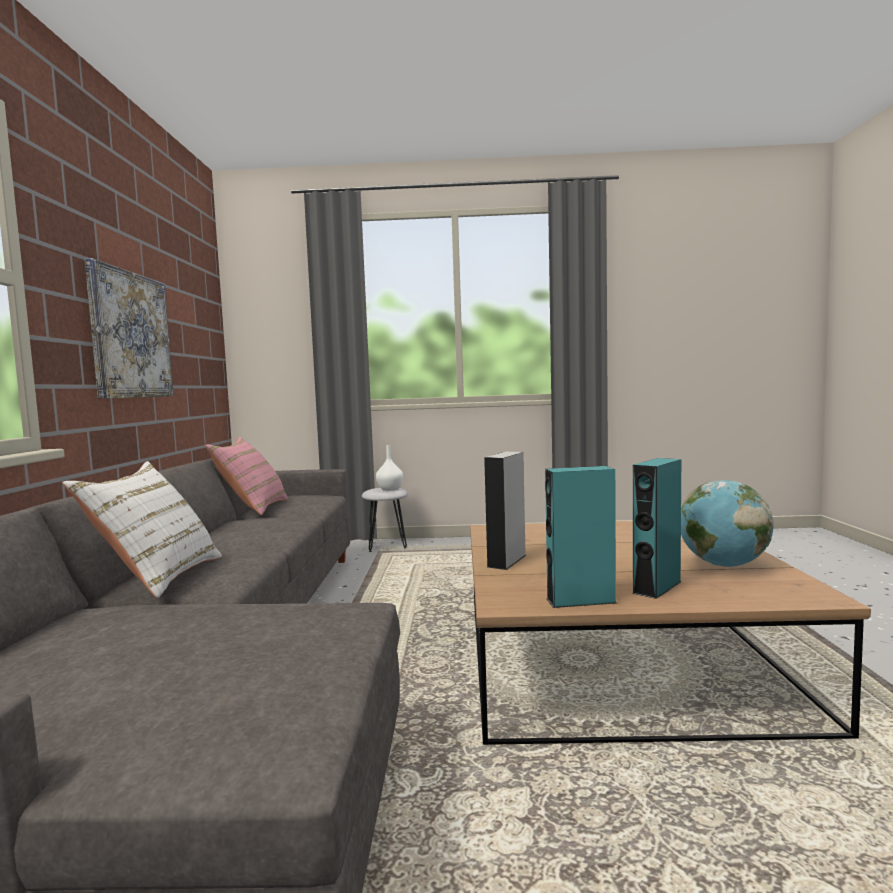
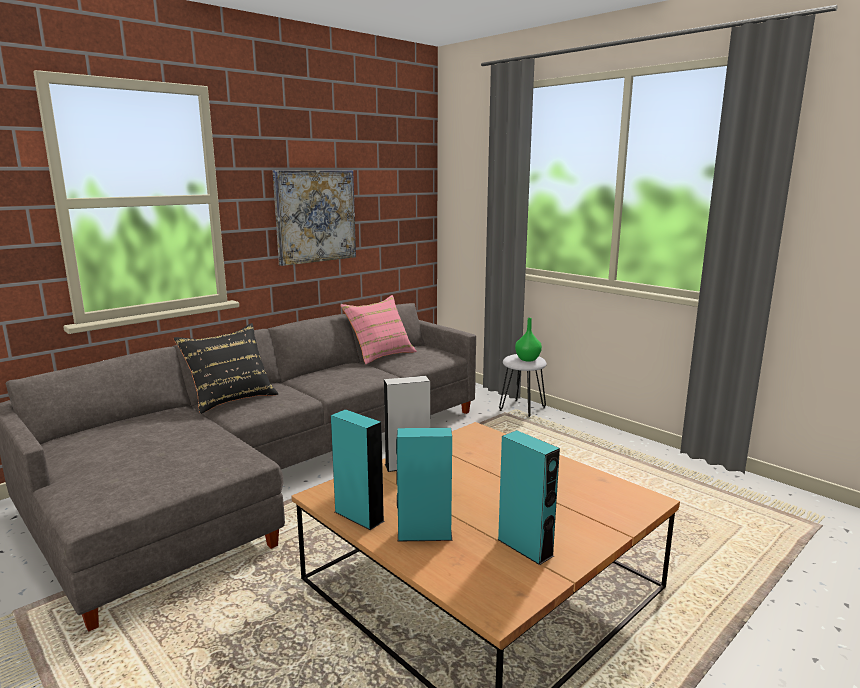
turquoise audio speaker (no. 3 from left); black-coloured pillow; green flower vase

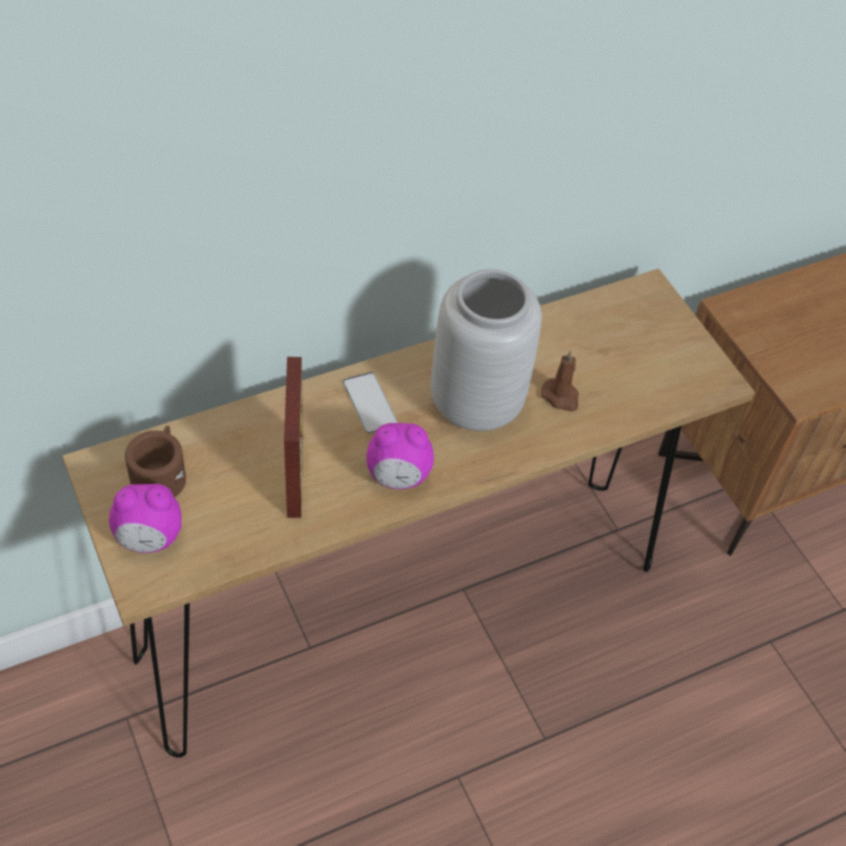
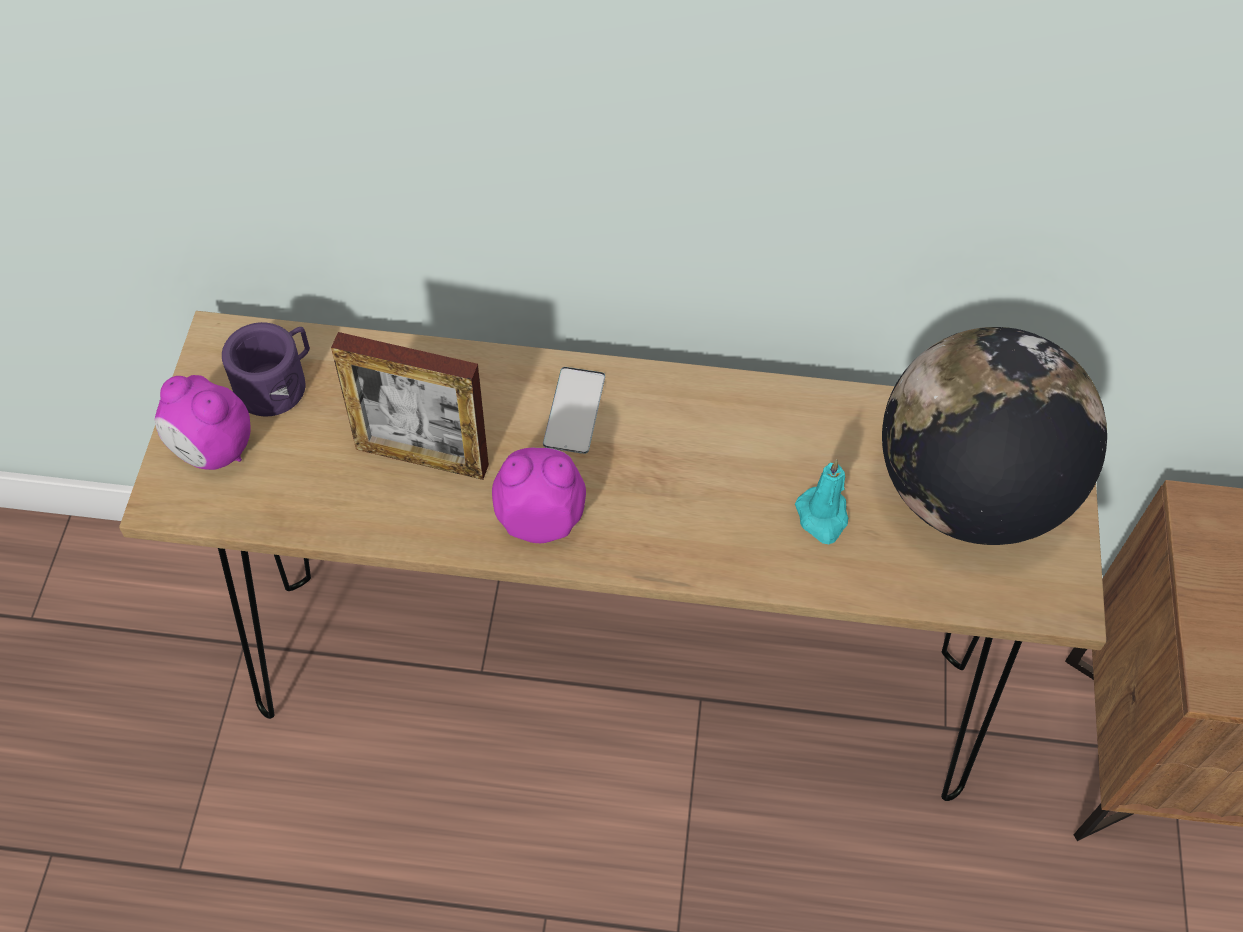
gray flower vase; world globe; purple tea mug; turquoise wax light; standing frame; bedside clock (no. 2 from left)

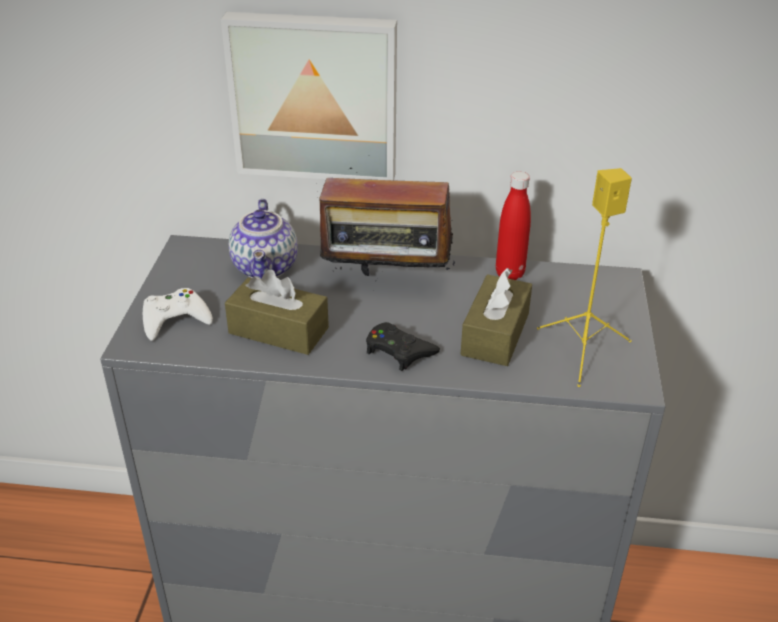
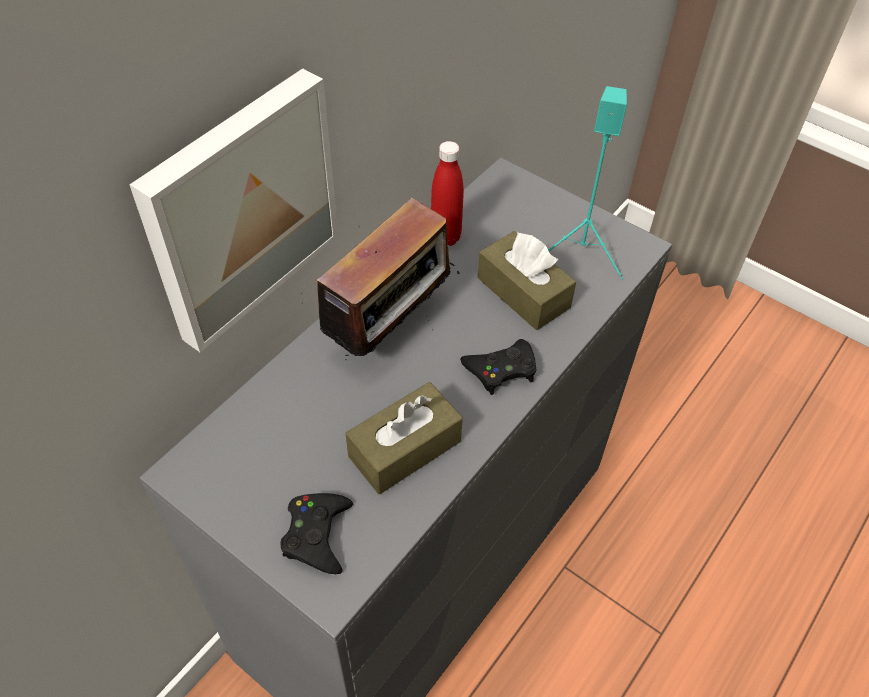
pot for tea; black-coloured joypad (no. 1 from left); turquoise audio speaker

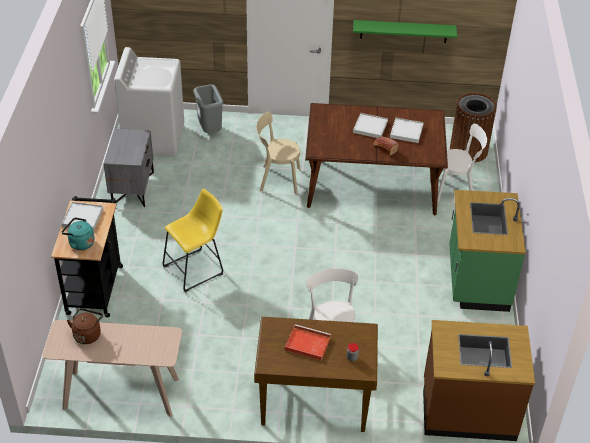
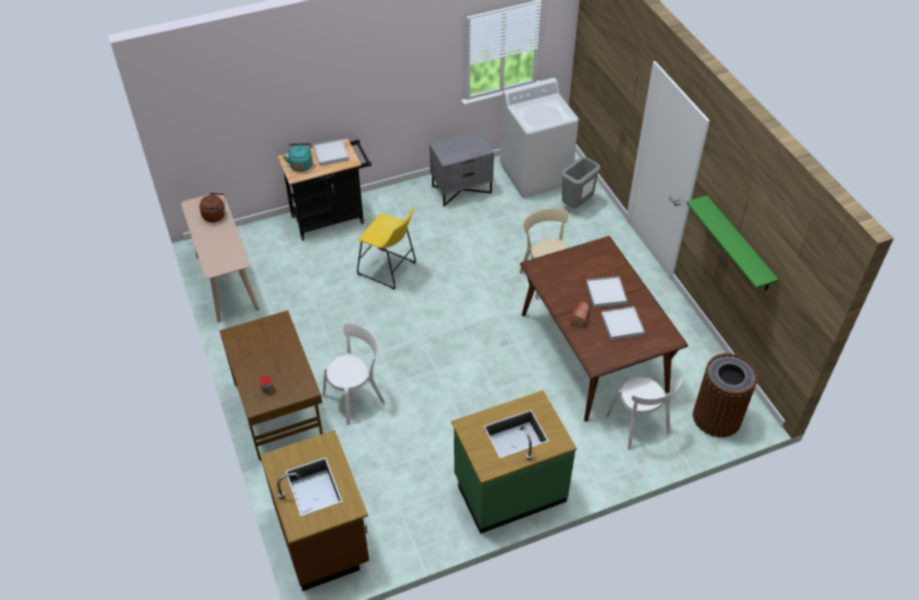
reddish tray

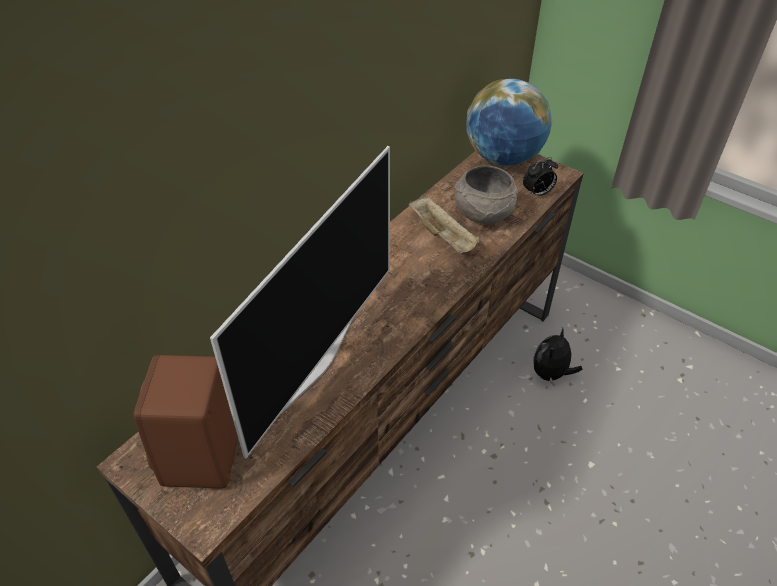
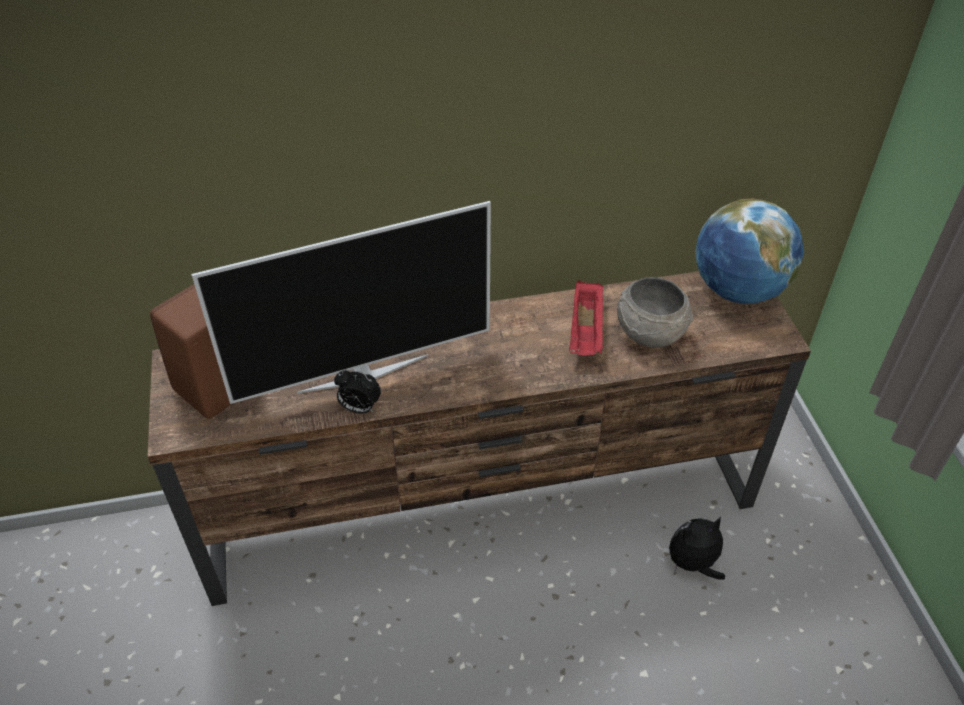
bedside clock; reddish tray

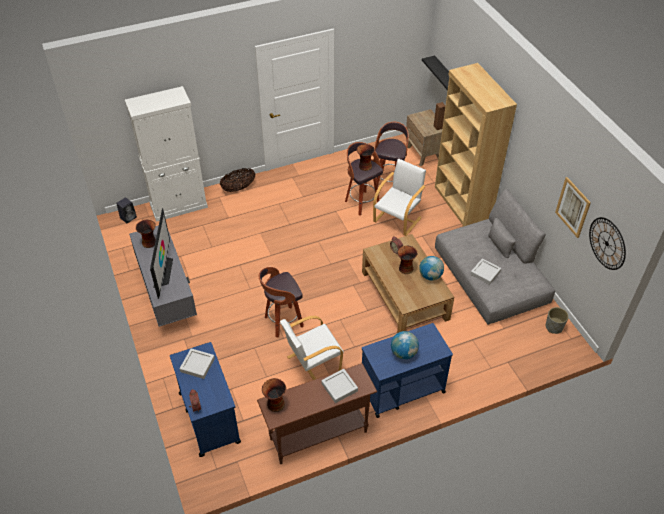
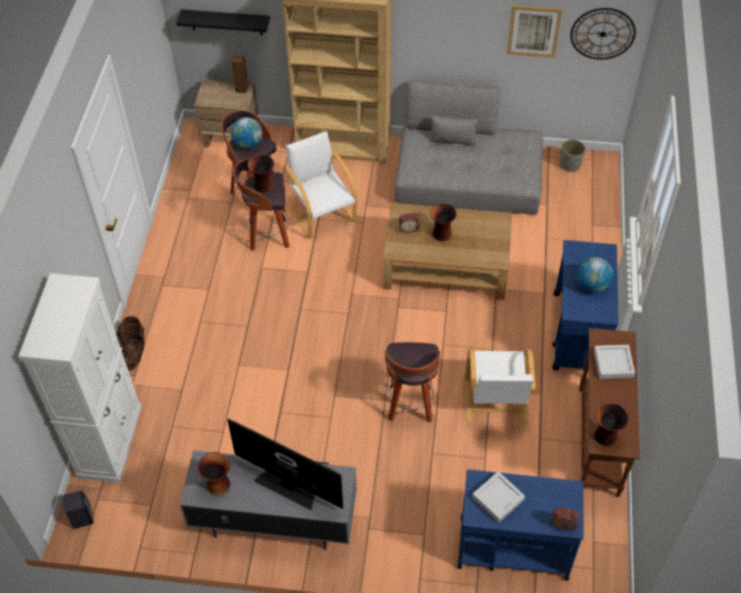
gray tray (no. 3 from left in the first image); world globe (no. 1 from left)

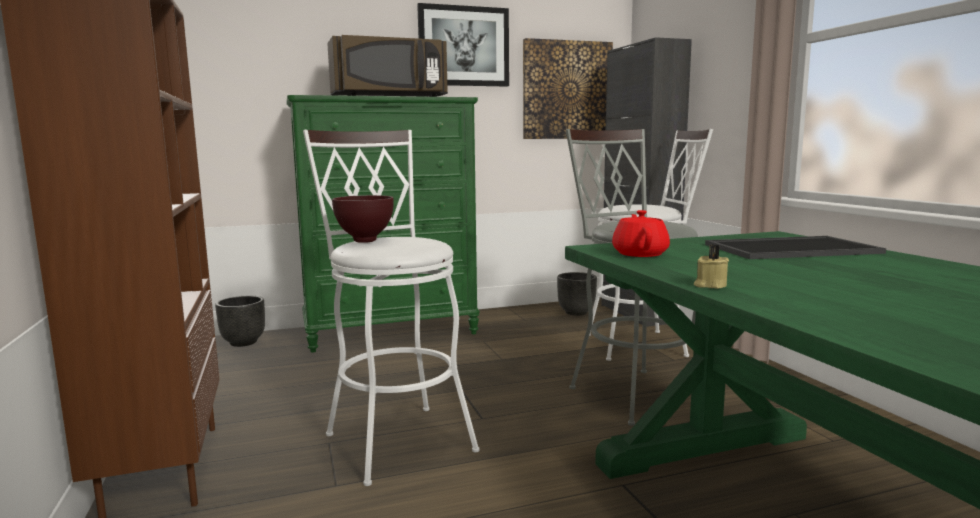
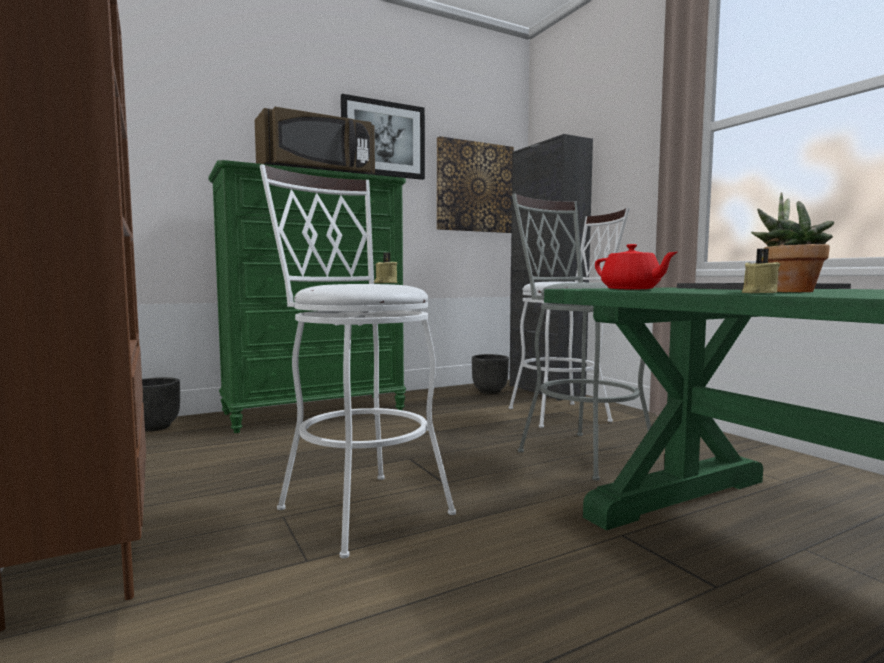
brown deep dish; beige wax light (no. 1 from left); plant in a pot; reddish pot for tea

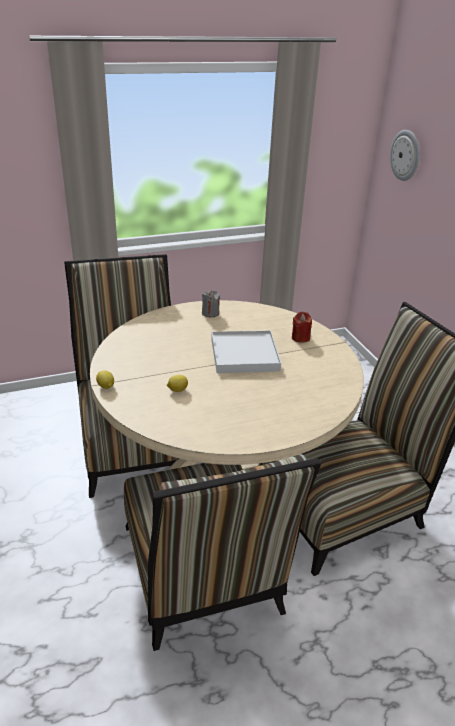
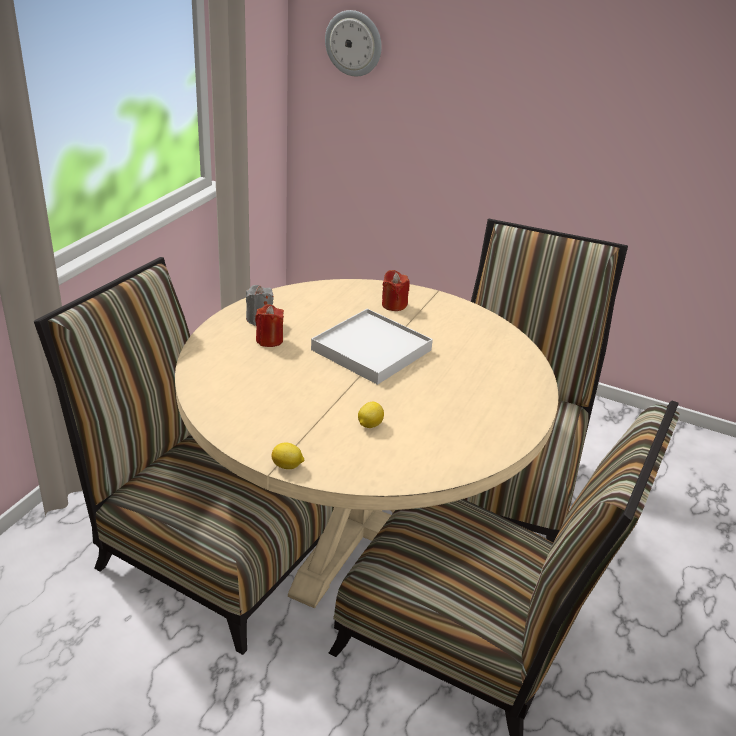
reddish wax light (no. 1 from left)

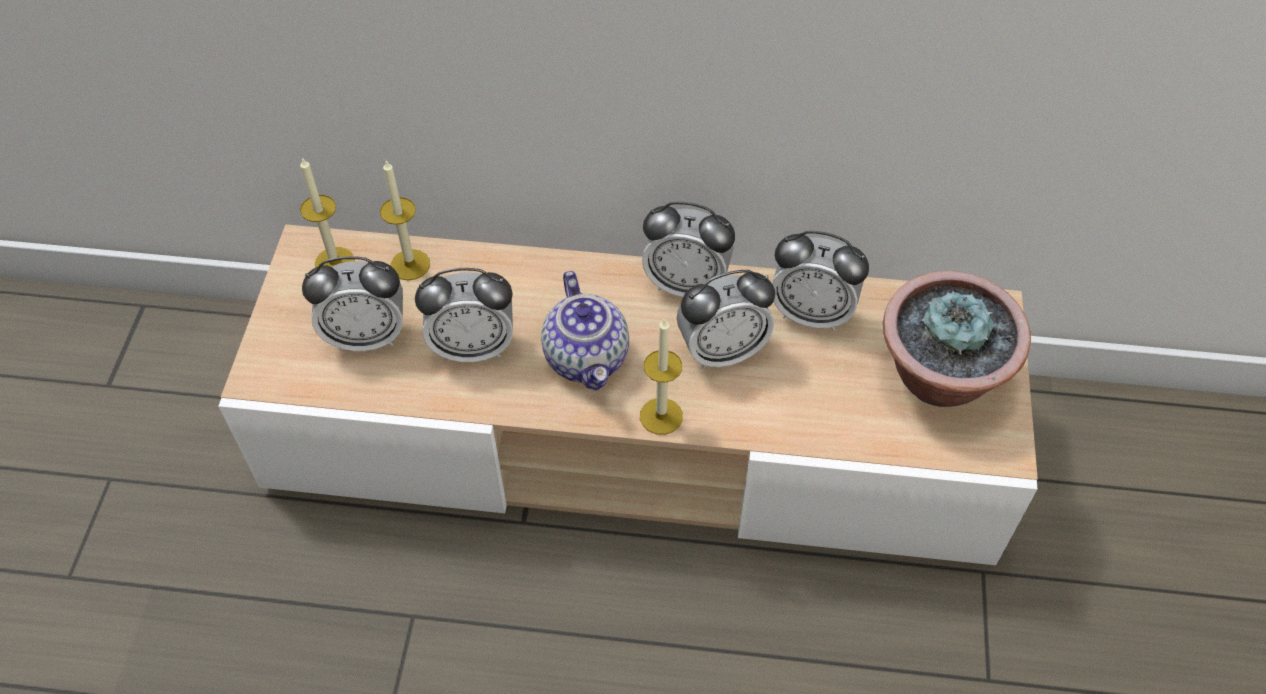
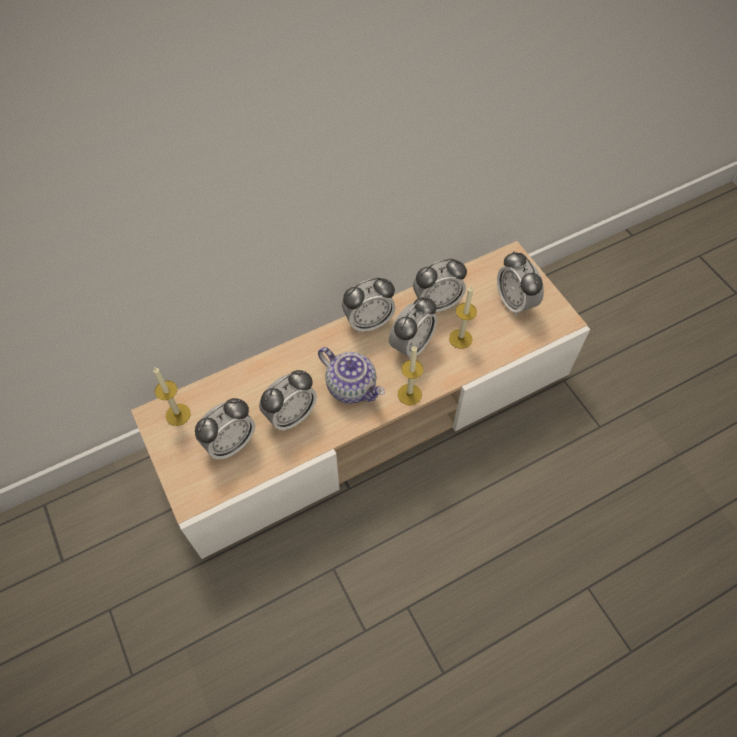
wax light (no. 3 from left); bedside clock (no. 6 from left)

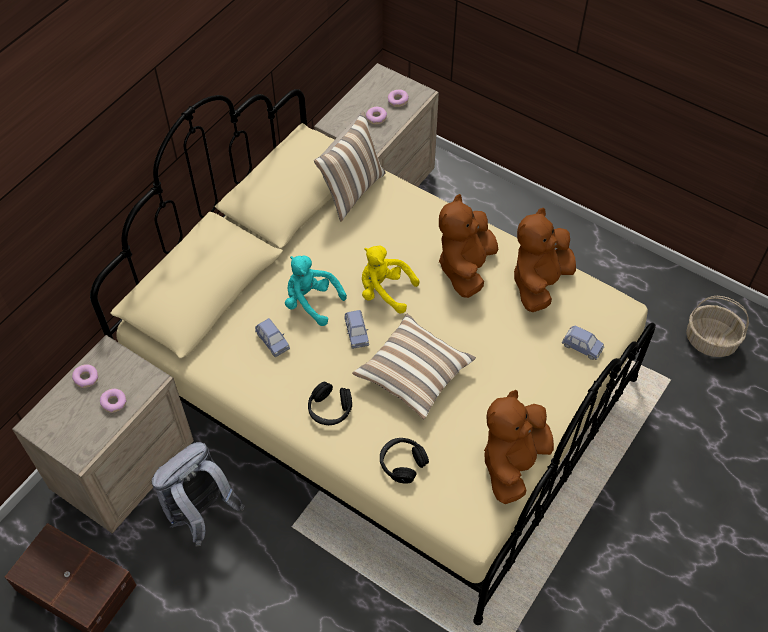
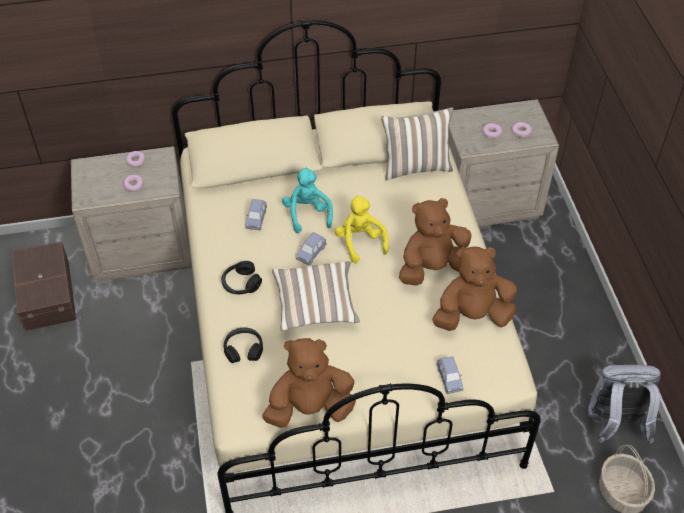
gray backpack

